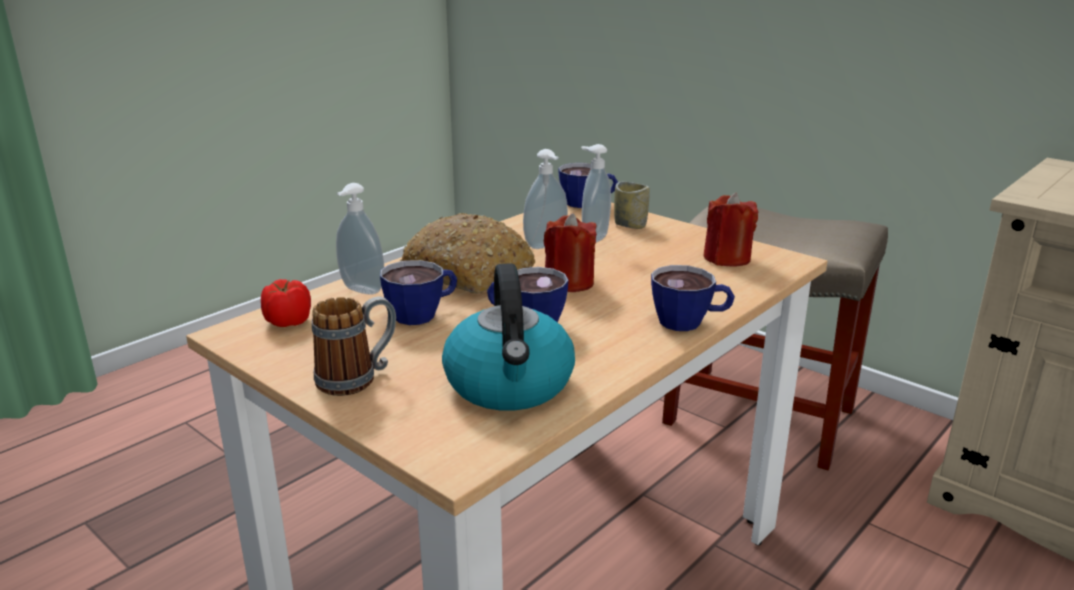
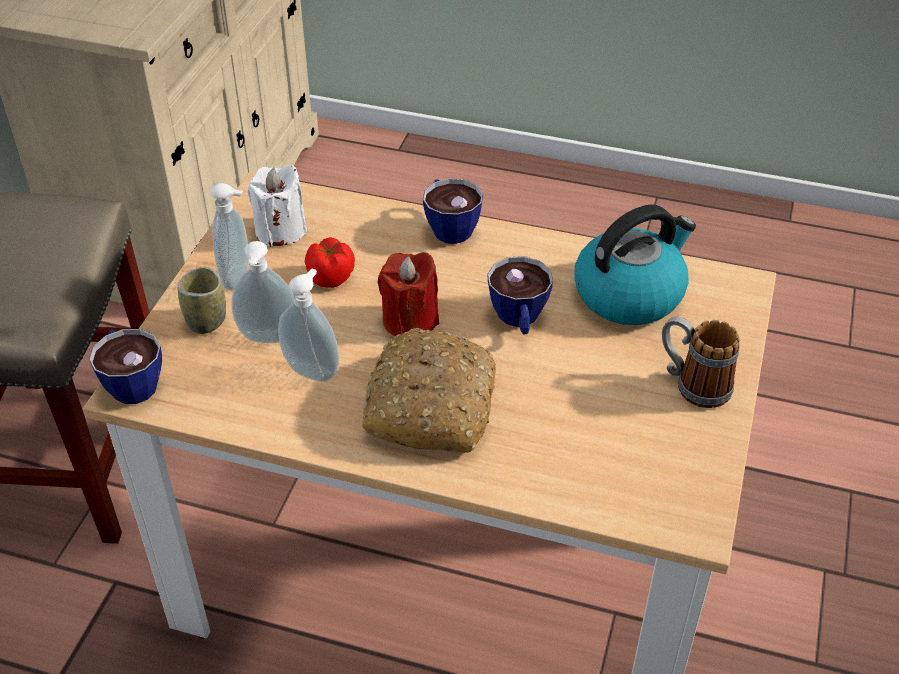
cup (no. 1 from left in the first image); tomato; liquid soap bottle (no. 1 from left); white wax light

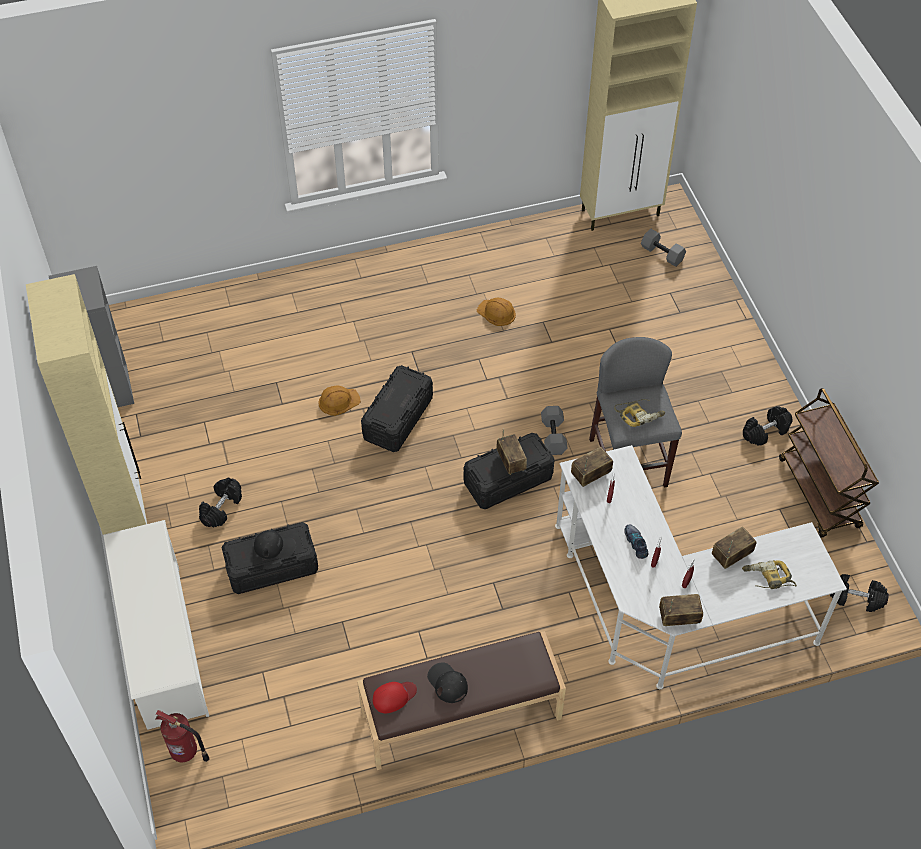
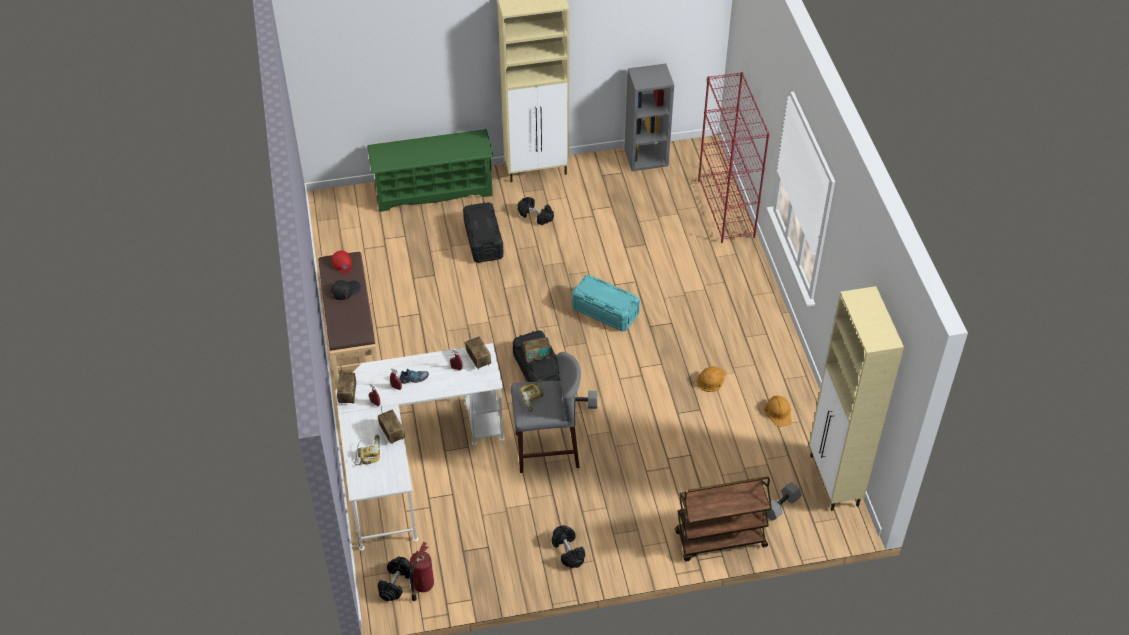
black-coloured cap (no. 1 from left in the first image); reddish bookshelf; extinguisher; orange work helmet (no. 2 from left); brown trolley; green shoe stand; turquoise storage bin

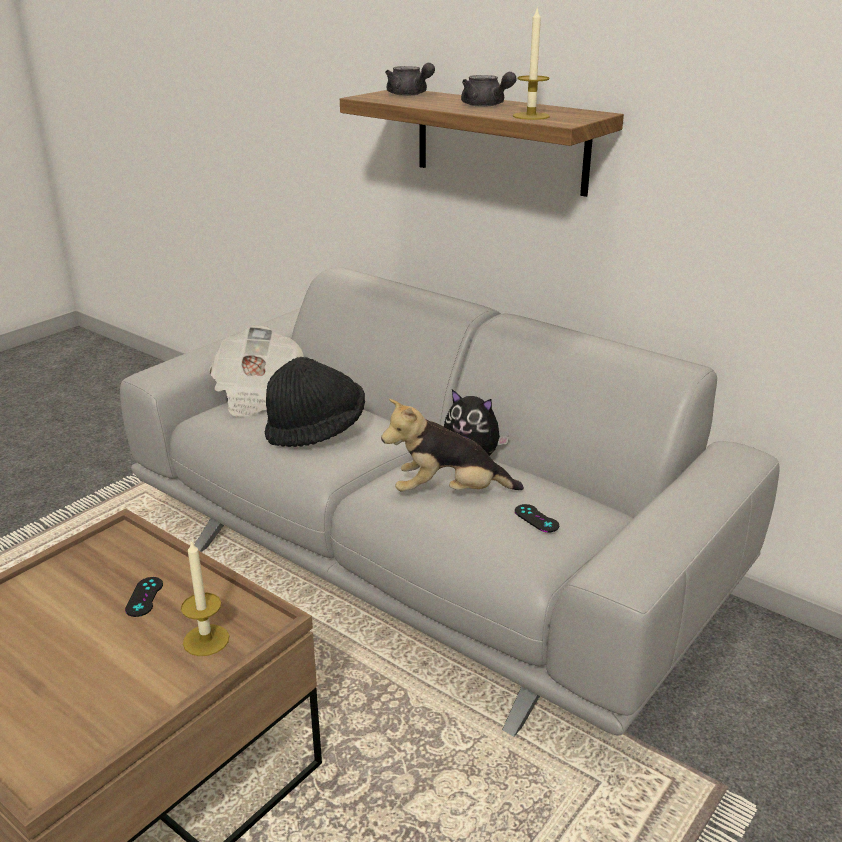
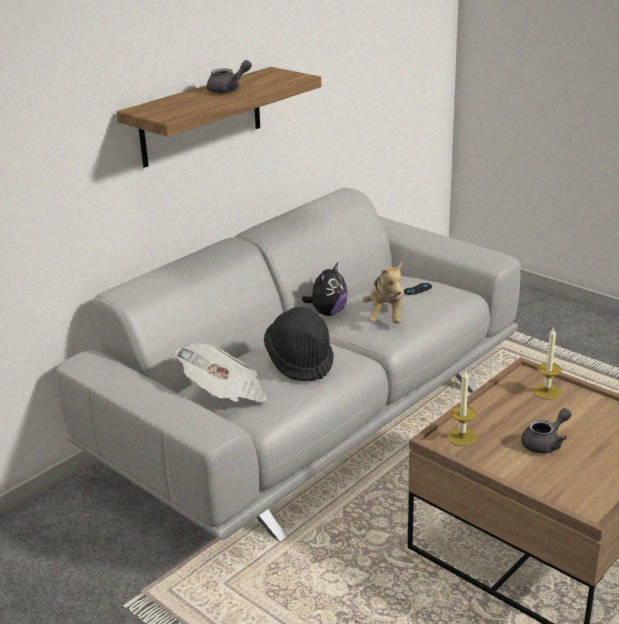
black-coloured joypad (no. 1 from left in the first image); gray pot for tea (no. 2 from left); wax light (no. 1 from left)

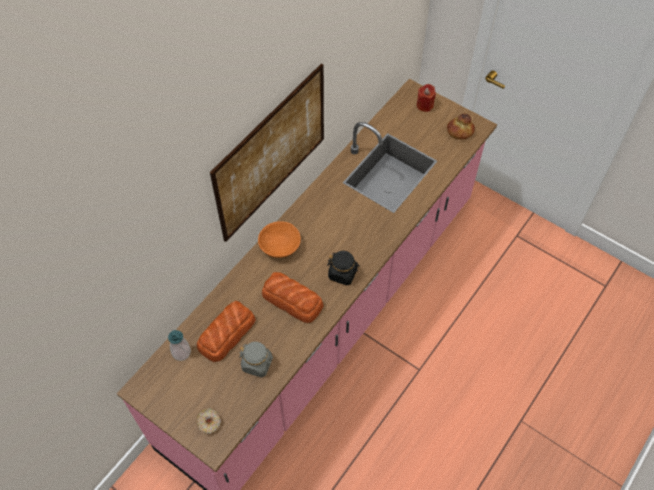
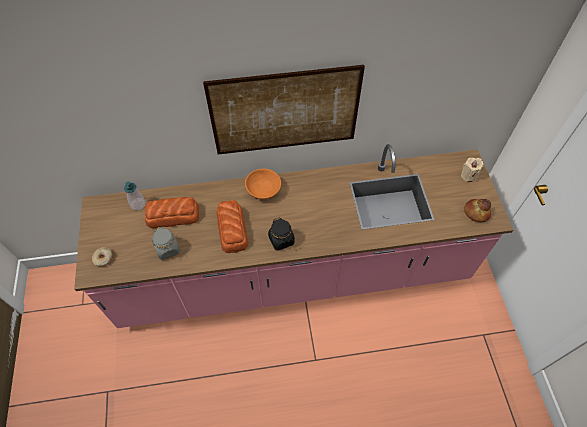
beige wax light

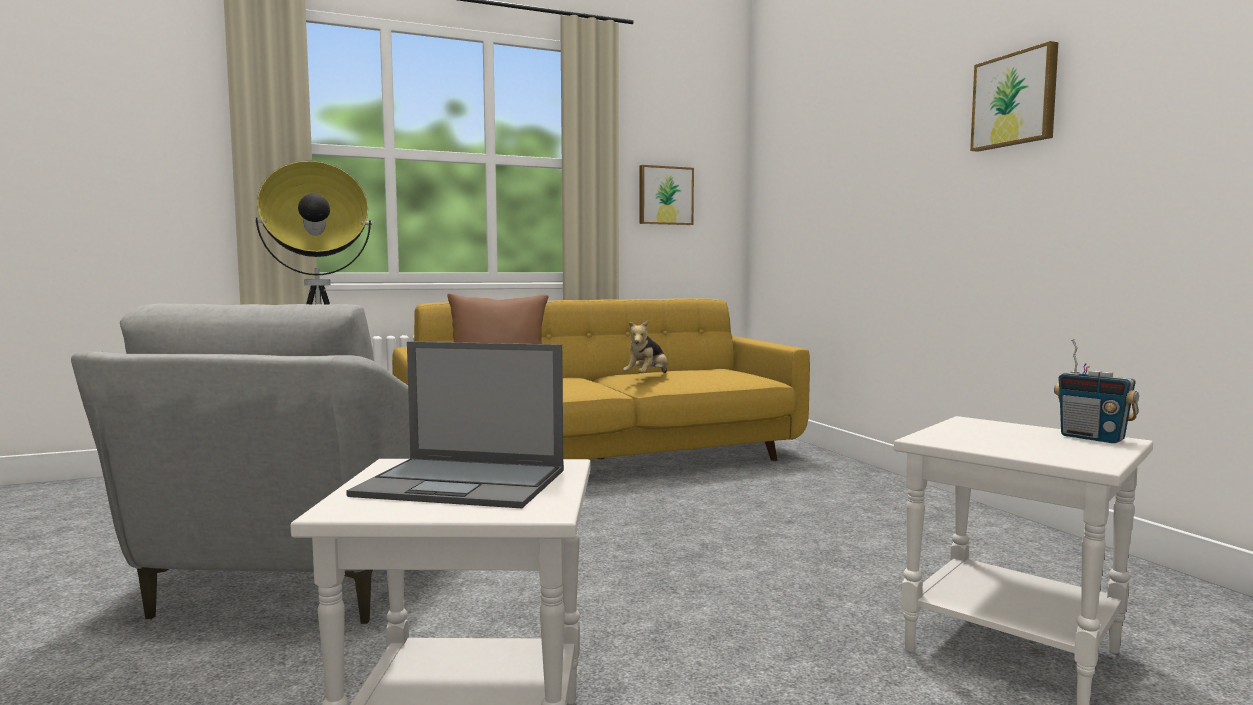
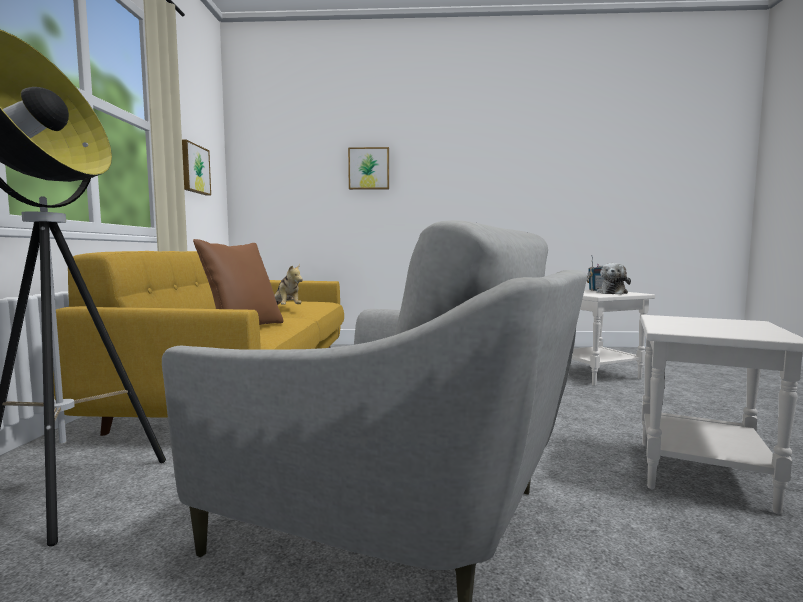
laptop; soft toy (no. 2 from left); wall picture (no. 2 from left)

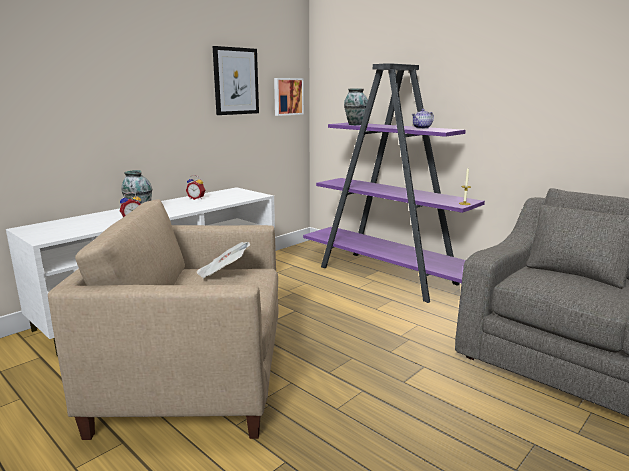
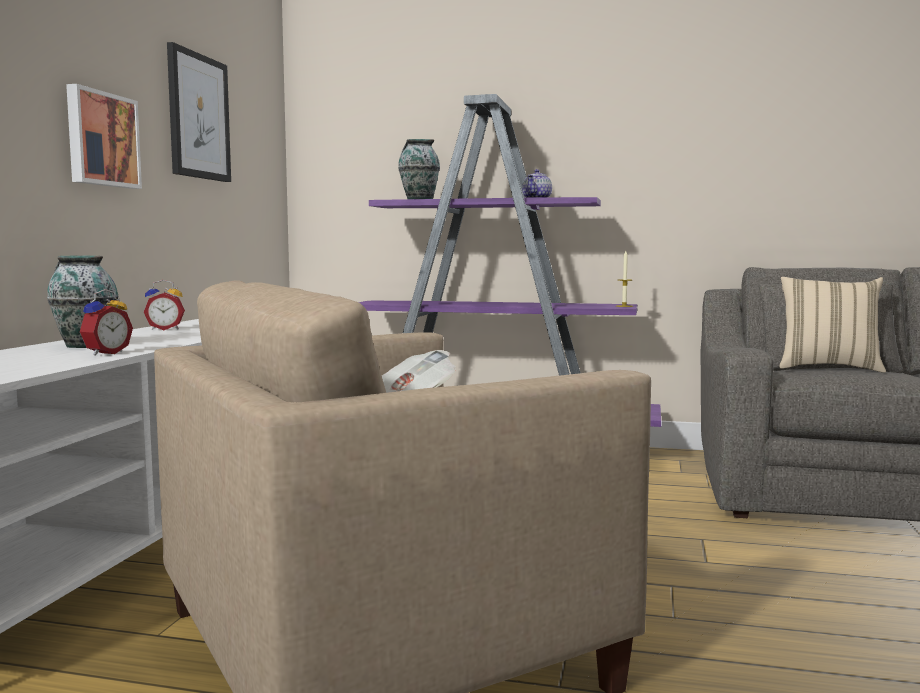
beige pillow; wall picture (no. 1 from left)

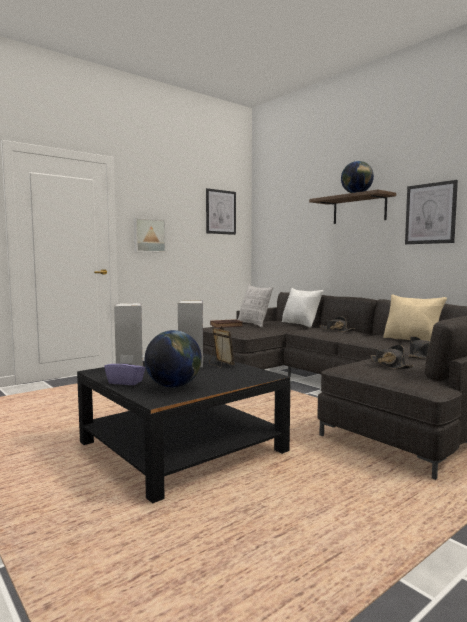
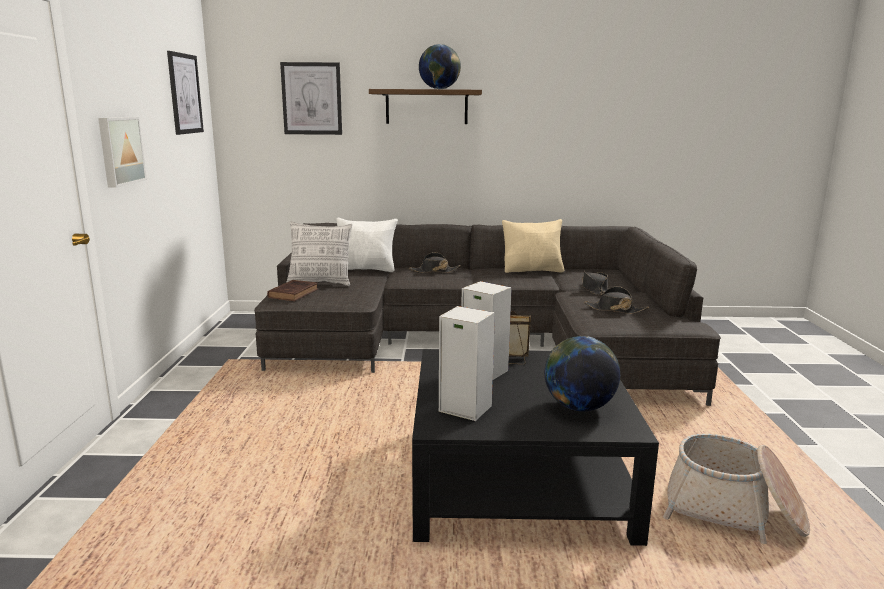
purple box of tissues; basket; wall picture (no. 3 from left)

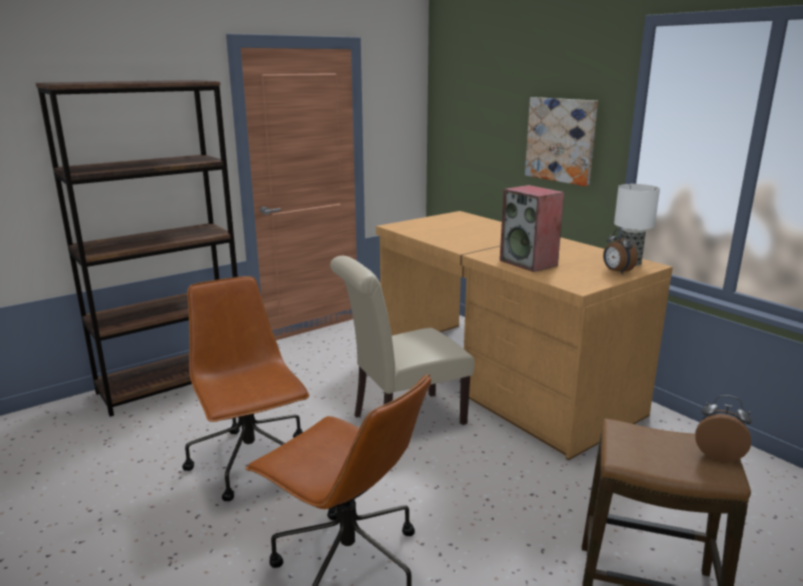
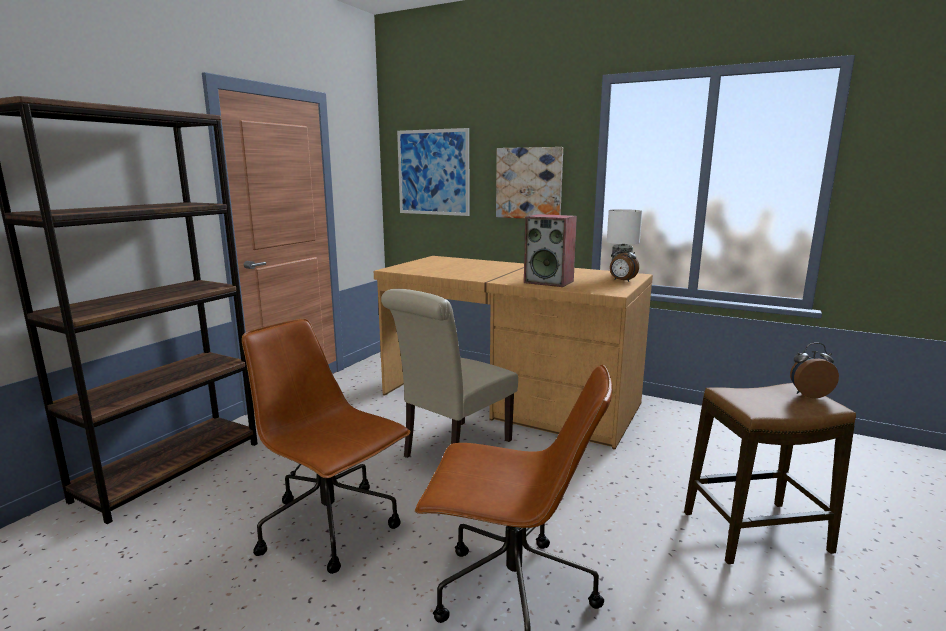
wall picture (no. 1 from left)

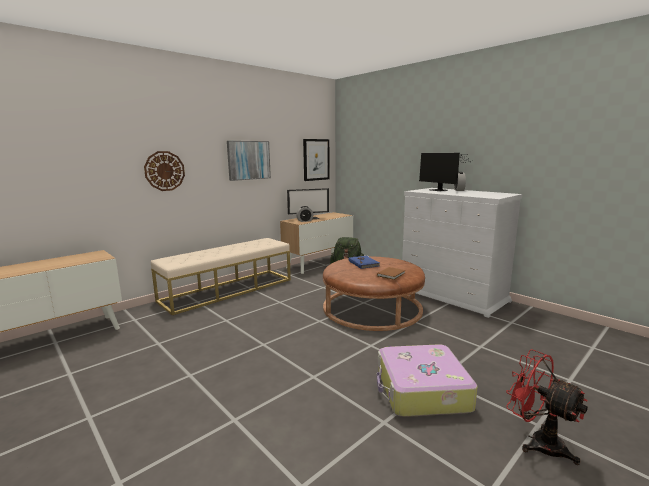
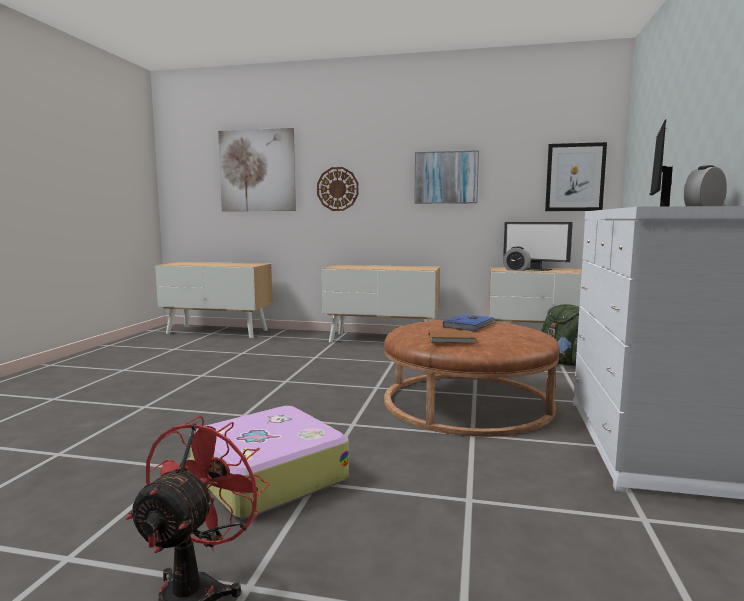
wall picture (no. 1 from left); storage cabinet (no. 2 from left)

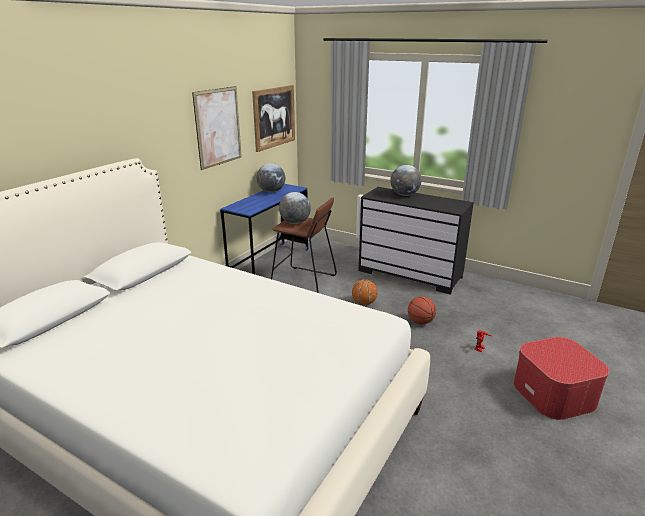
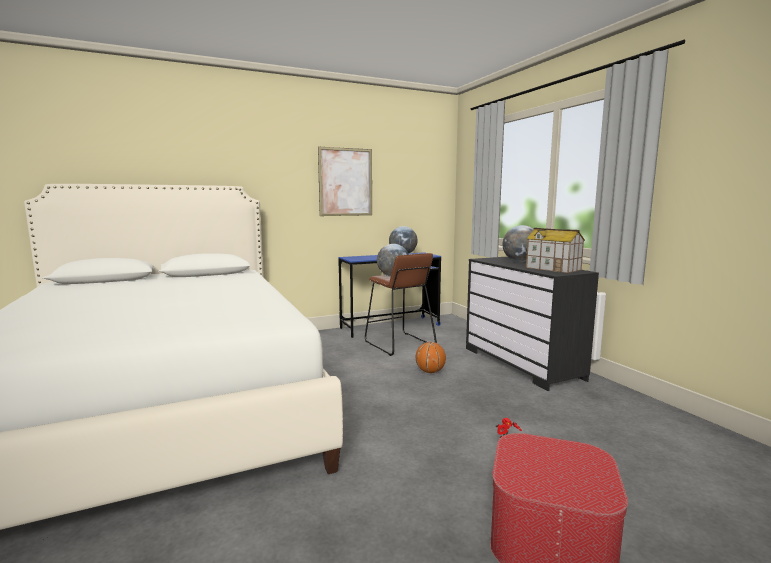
wall picture (no. 2 from left in the first image); basketball ball (no. 2 from left in the first image); model house

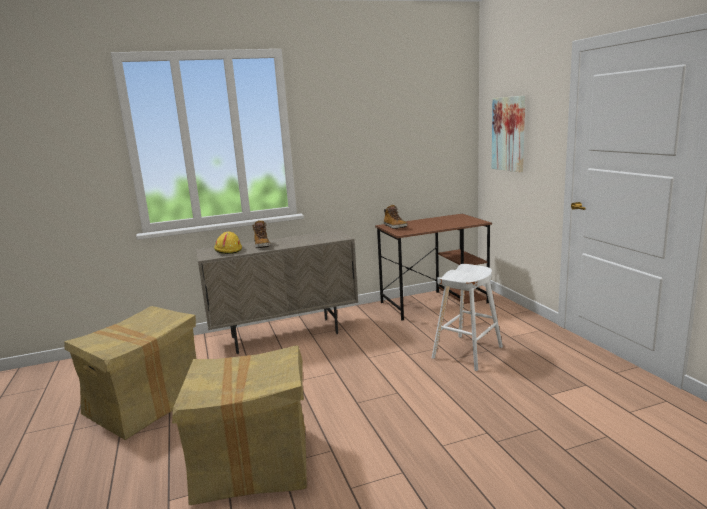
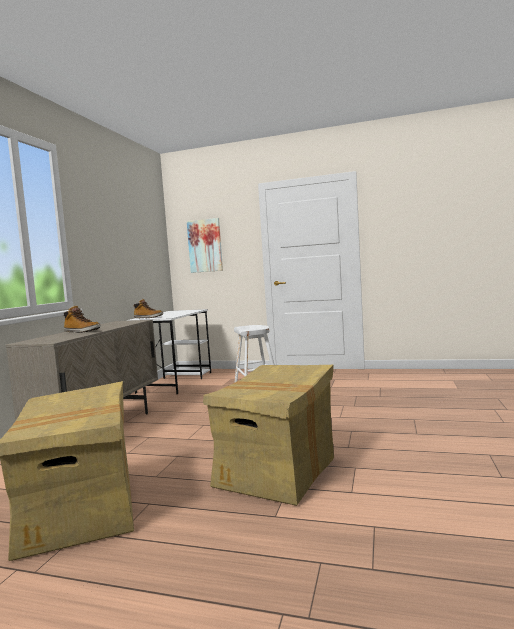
yellowish work helmet; white desk unit

